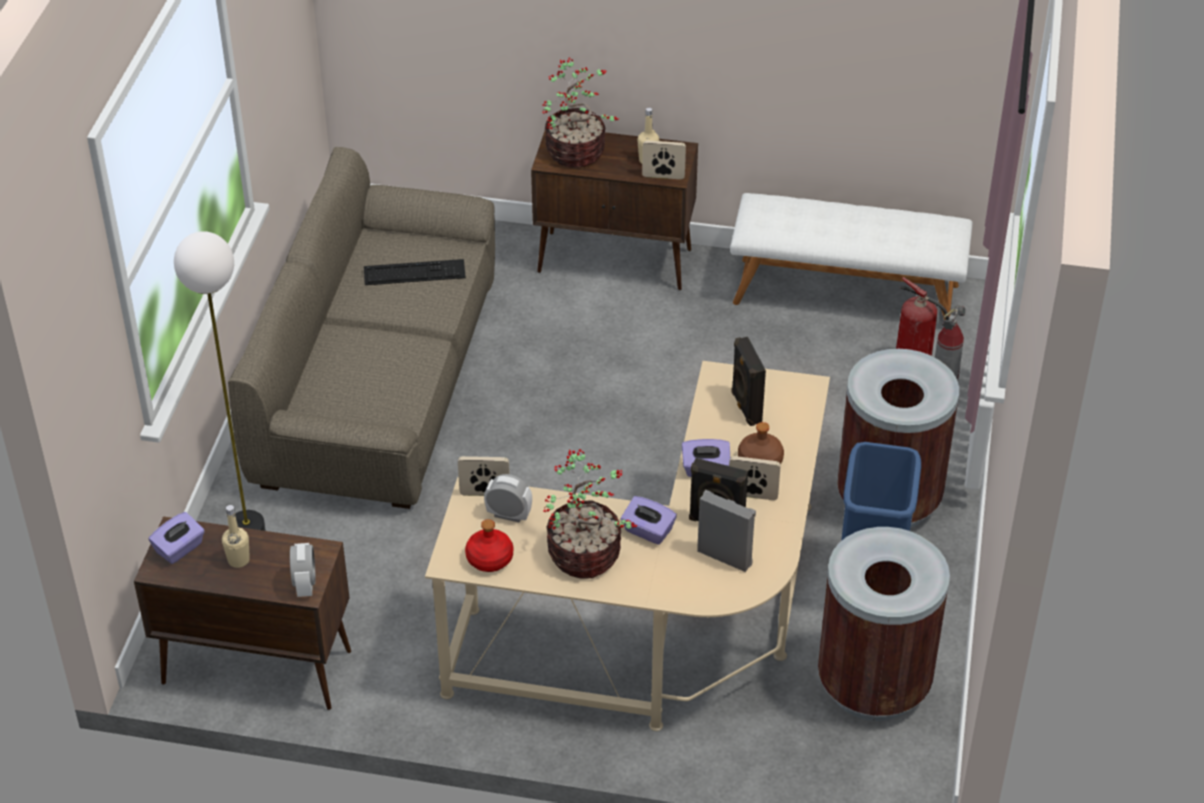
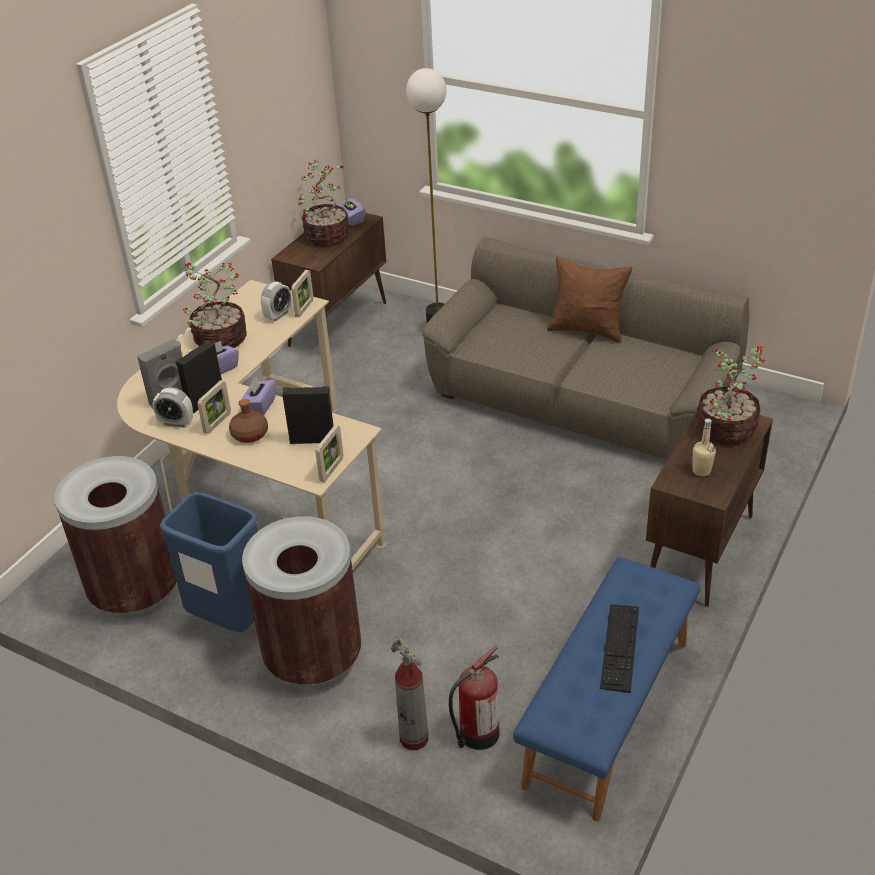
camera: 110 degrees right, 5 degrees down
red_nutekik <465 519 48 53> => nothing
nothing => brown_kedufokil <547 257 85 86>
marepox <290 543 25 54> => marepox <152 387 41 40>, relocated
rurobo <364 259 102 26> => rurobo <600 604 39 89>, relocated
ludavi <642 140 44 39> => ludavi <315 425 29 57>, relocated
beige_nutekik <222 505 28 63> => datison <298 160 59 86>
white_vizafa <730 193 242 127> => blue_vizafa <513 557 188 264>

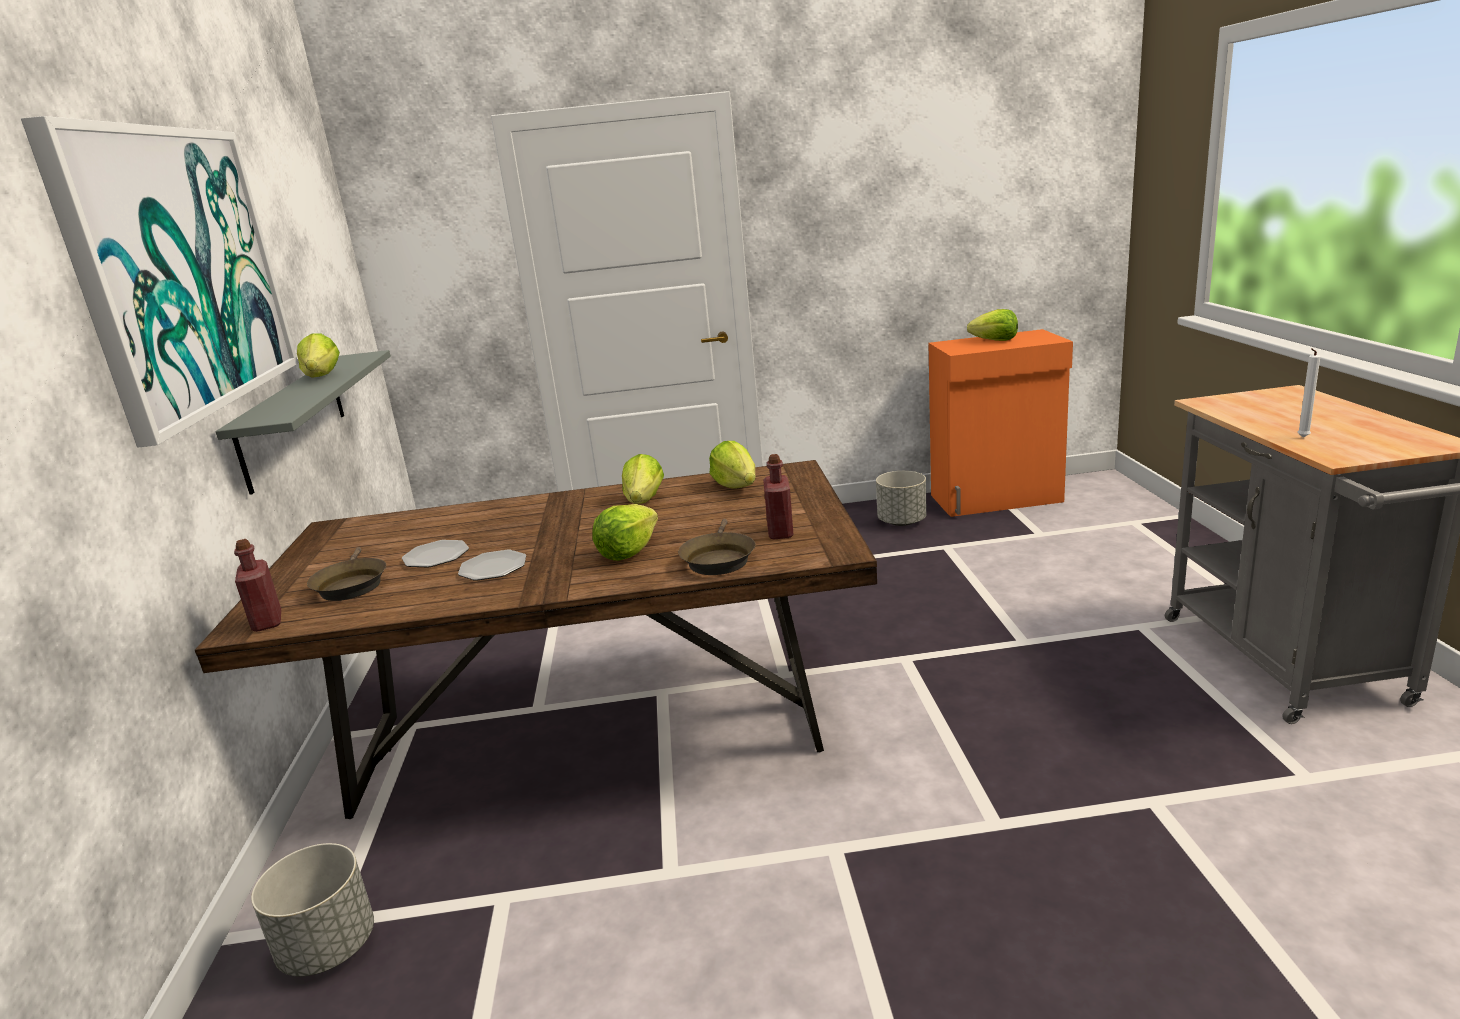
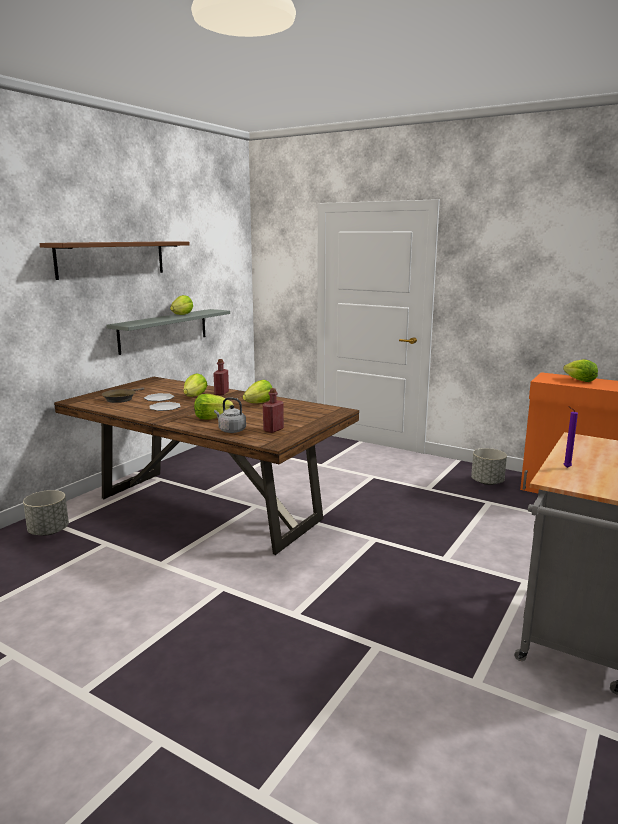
camera: 35 degrees right, 5 degrees down
red_nutekik <234 539 47 93> => red_nutekik <213 359 16 36>, relocated
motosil <709 441 47 48> => motosil <183 373 25 24>, relocated
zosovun <21 116 277 332> => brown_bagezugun <39 241 151 39>
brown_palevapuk <678 519 78 56> => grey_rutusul <214 397 32 36>
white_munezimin <1297 348 23 90> => purple_munezimin <564 406 14 62>

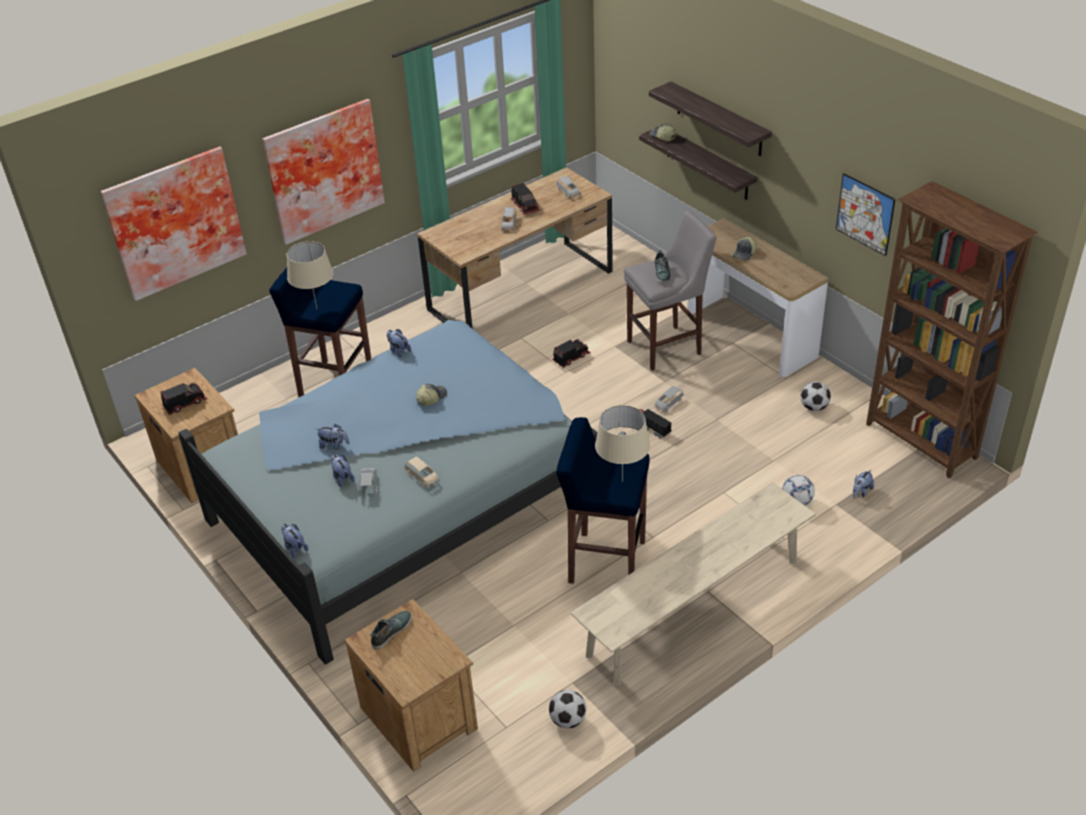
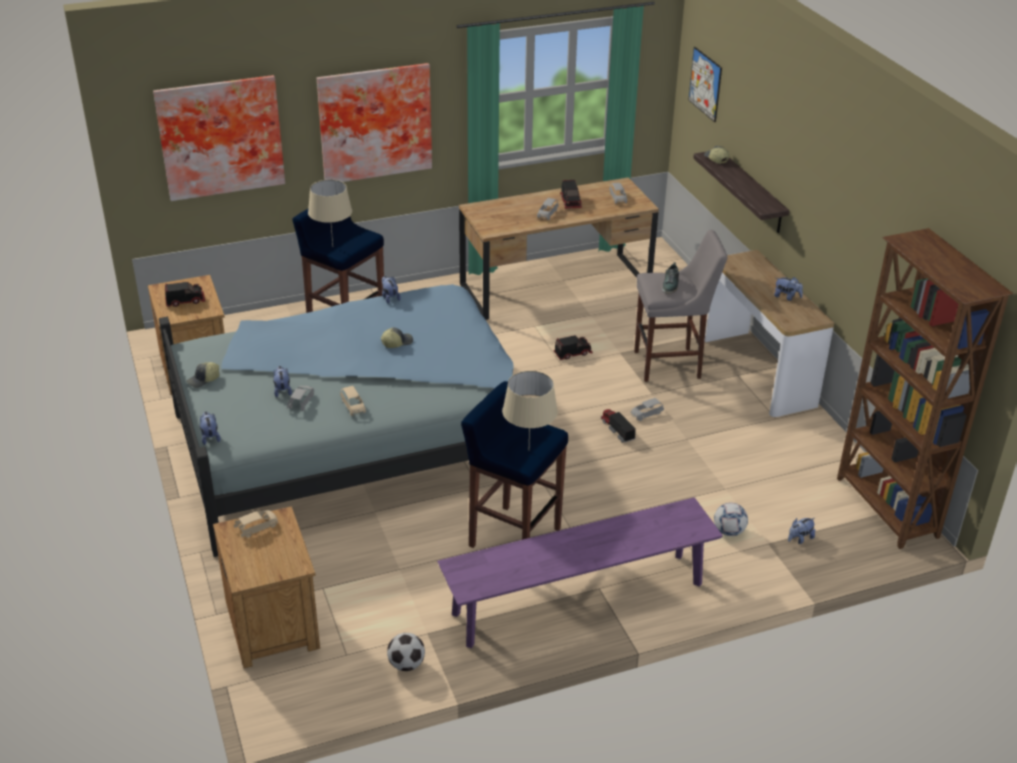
camera: 15 degrees right, 5 degrees down
bagezugun <649 81 123 75> => nothing
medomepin <801 381 30 30> => nothing
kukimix <317 424 33 26> => kukimix <774 277 29 24>, relocated
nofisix <732 237 24 24> => nofisix <187 362 32 26>, relocated
zosovun <836 173 60 83> => zosovun <688 47 34 75>, relocated
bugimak <370 611 42 38> => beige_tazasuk <234 510 44 28>
beige_vizafa <570 482 246 204> => purple_vizafa <437 497 286 151>

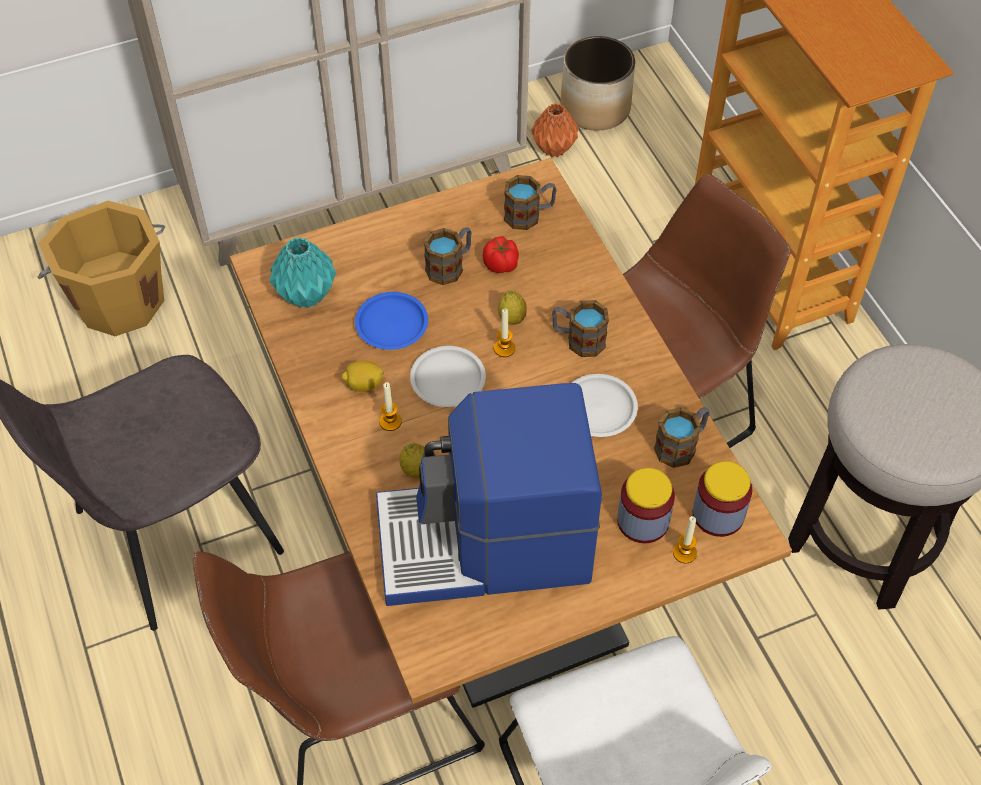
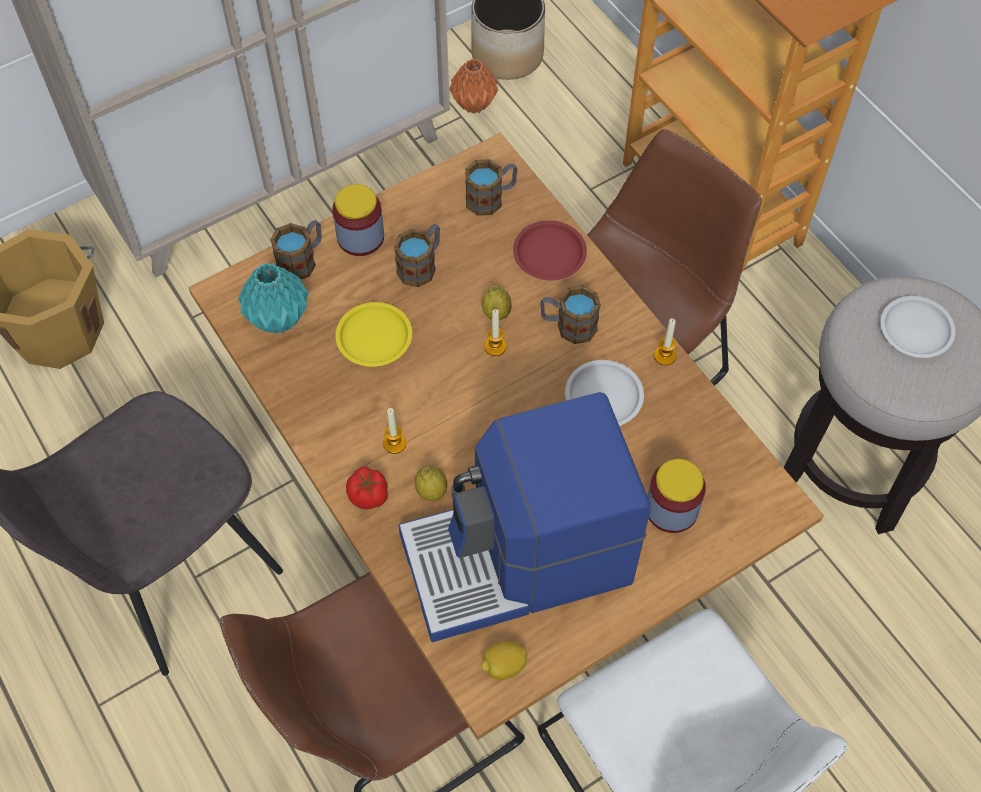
camera: 10 degrees left, 5 degrees up
nothing => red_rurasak <513 221 74 59>
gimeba <342 361 42 31> => gimeba <481 641 46 39>, relocated
white_rurasak <410 346 76 61> => white_rurasak <881 296 75 62>, relocated
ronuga <483 236 36 37> => ronuga <346 467 42 42>, relocated
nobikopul <654 407 56 61> => nobikopul <270 220 52 60>, relocated
munezimin <673 516 24 47> => munezimin <654 318 22 47>, relocated
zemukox <693 461 59 76> => zemukox <332 184 52 72>, relocated
blue_rurasak <355 292 73 58> => yellow_rurasak <335 302 77 65>

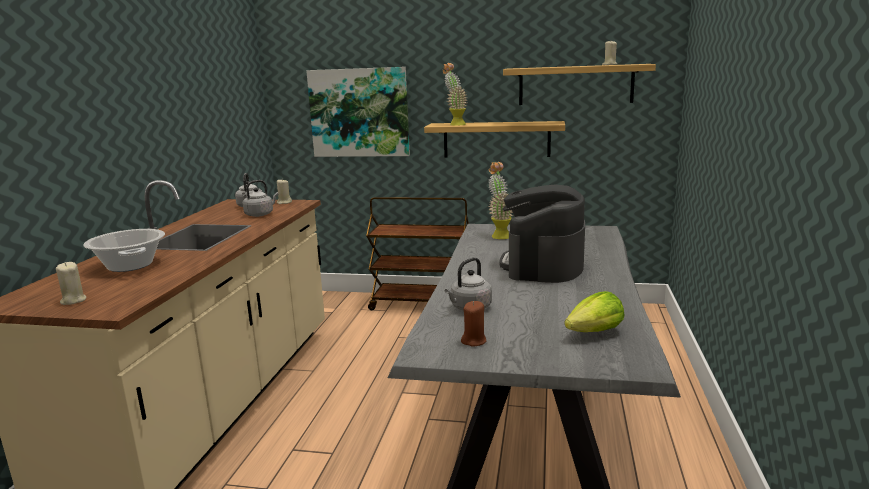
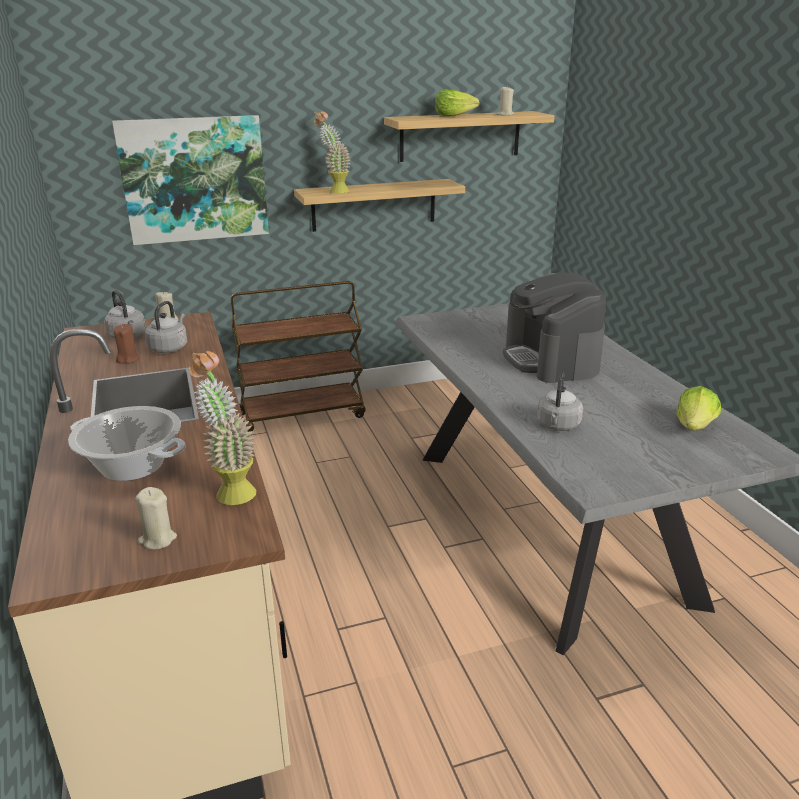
camera: 30 degrees left, 10 degrees up
nothing => motosil <435 89 45 27>
brown_munezimin <461 301 25 46> => brown_munezimin <114 324 26 40>, relocated
datison <488 162 25 77> => datison <189 351 67 154>, relocated

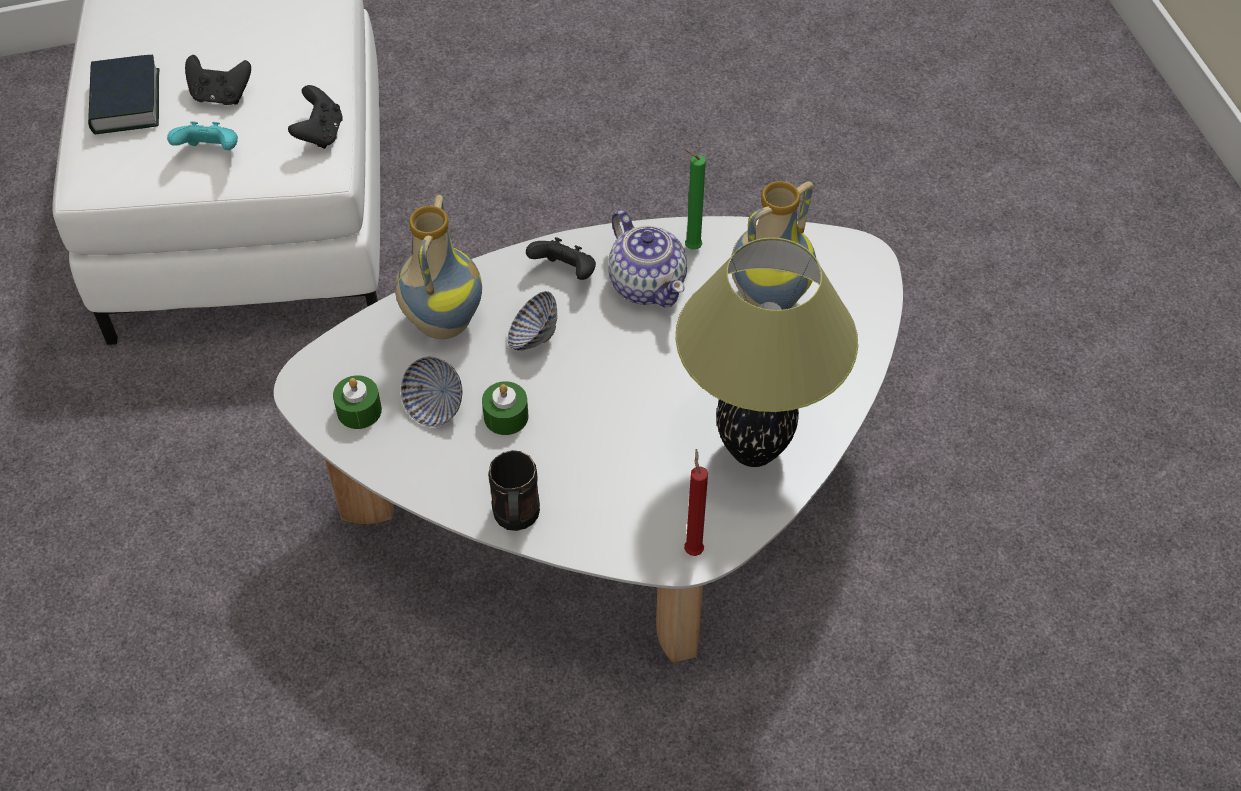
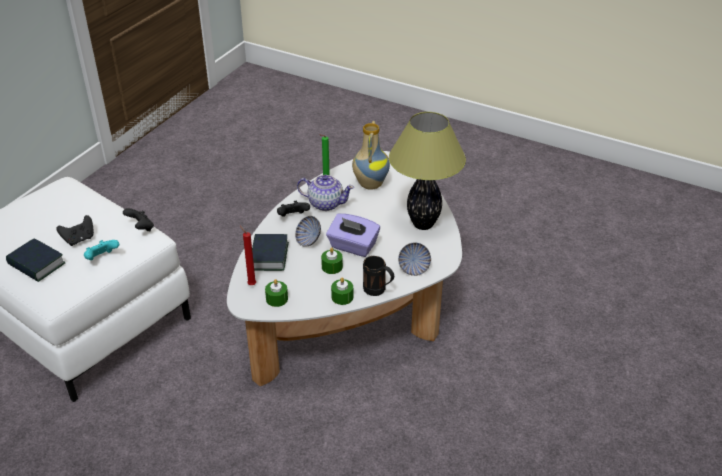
camera: 45 degrees left, 15 degrees down
nothing => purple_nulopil <326 213 54 44>
nothing => green_munezimin <331 277 22 28>
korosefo <401 357 61 70> => korosefo <398 243 33 33>, relocated
red_munezimin <684 449 24 107> => red_munezimin <240 226 16 59>, relocated
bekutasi <395 195 87 144> => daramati <252 234 37 37>

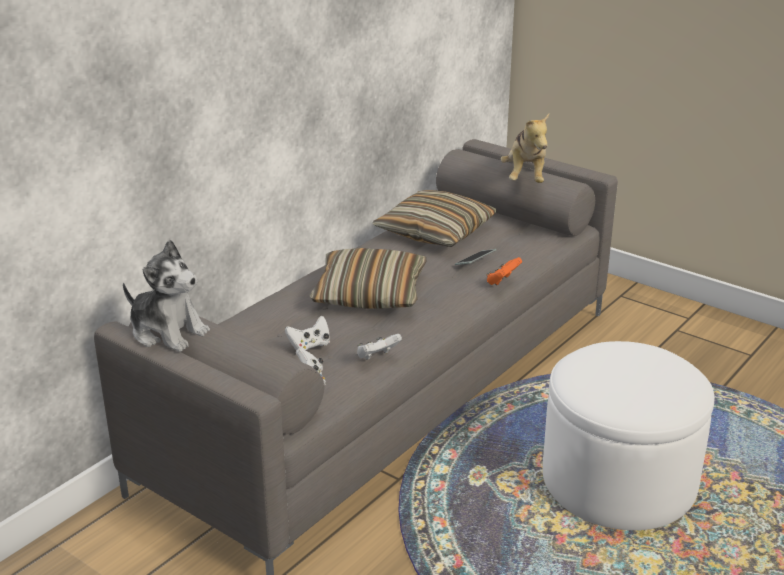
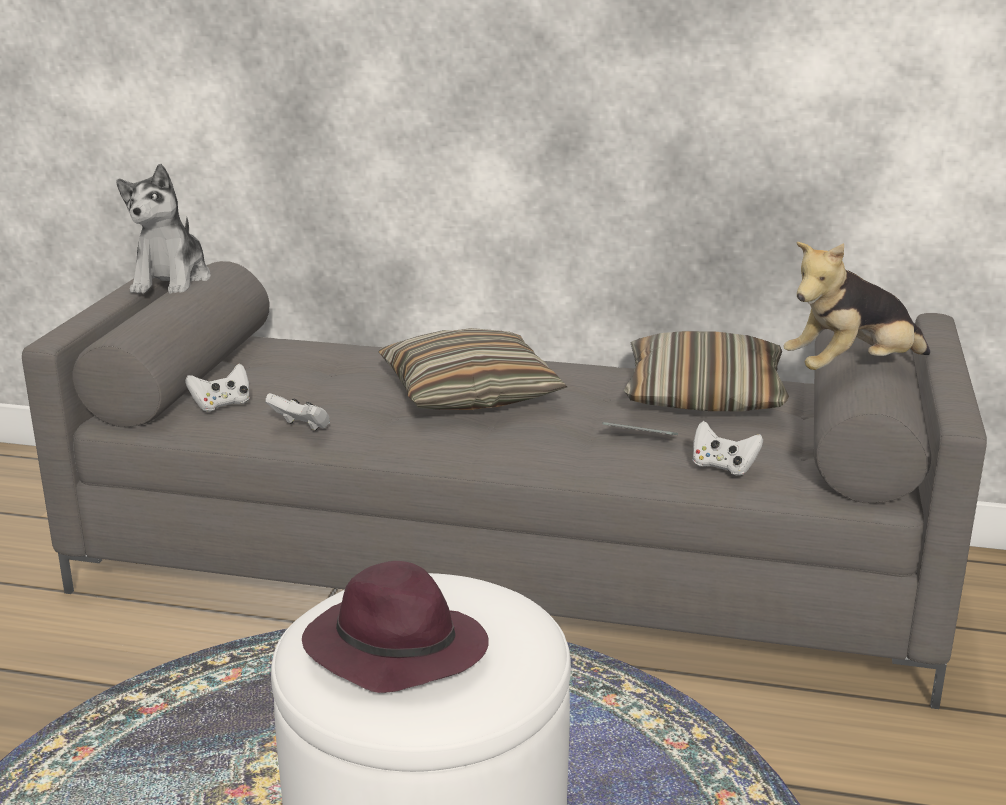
camera: 65 degrees right, 5 degrees down
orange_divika <487 257 35 28> => nothing
nothing => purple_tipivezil <302 561 187 132>
white_divika <285 315 45 36> => white_divika <693 421 70 55>, relocated

